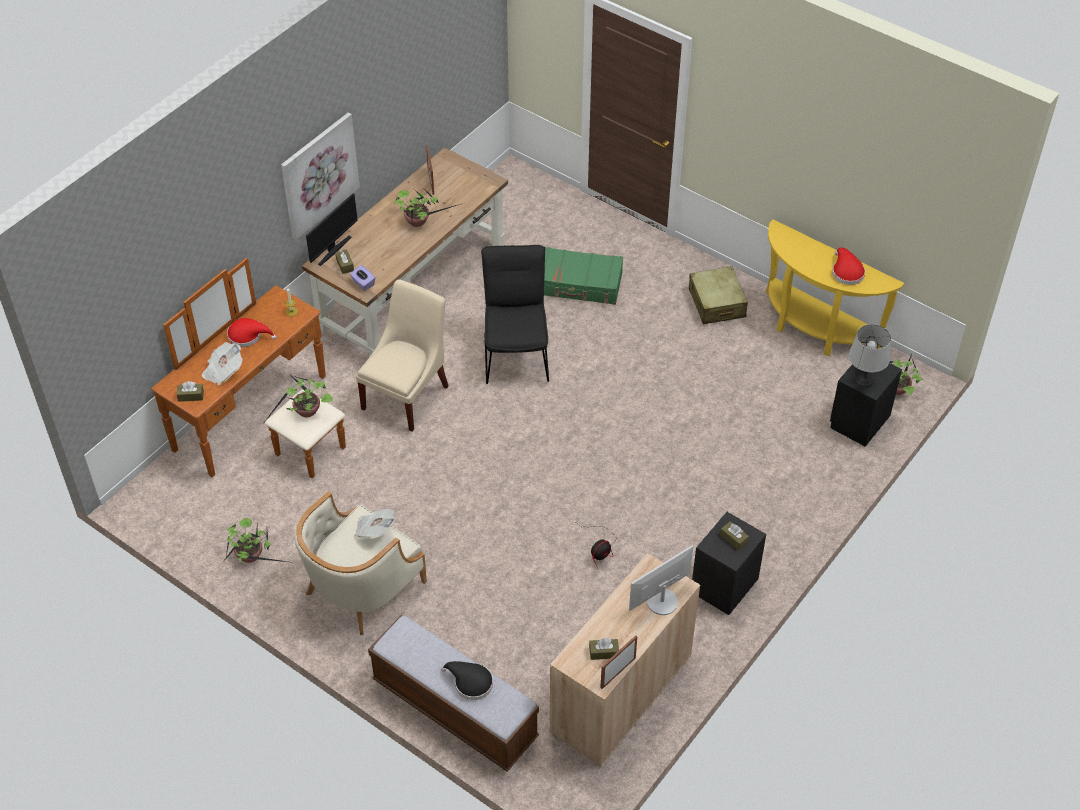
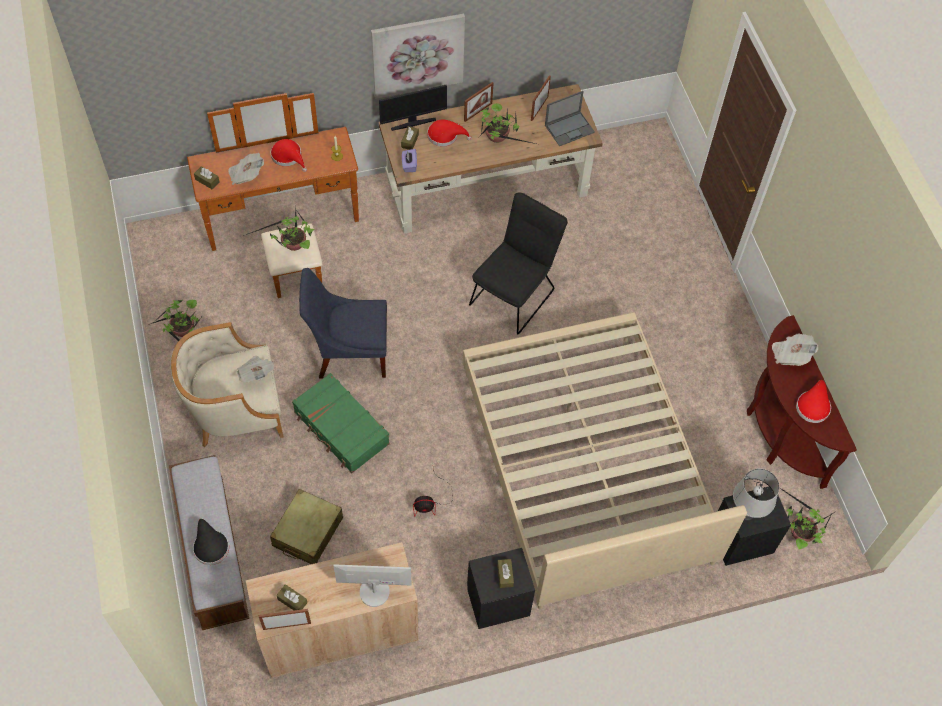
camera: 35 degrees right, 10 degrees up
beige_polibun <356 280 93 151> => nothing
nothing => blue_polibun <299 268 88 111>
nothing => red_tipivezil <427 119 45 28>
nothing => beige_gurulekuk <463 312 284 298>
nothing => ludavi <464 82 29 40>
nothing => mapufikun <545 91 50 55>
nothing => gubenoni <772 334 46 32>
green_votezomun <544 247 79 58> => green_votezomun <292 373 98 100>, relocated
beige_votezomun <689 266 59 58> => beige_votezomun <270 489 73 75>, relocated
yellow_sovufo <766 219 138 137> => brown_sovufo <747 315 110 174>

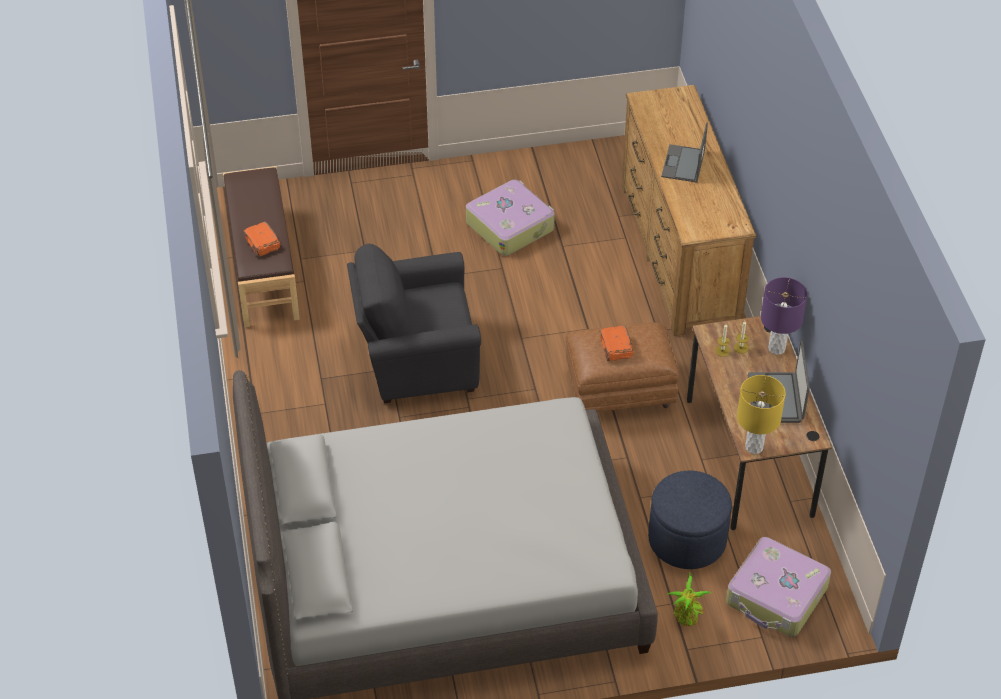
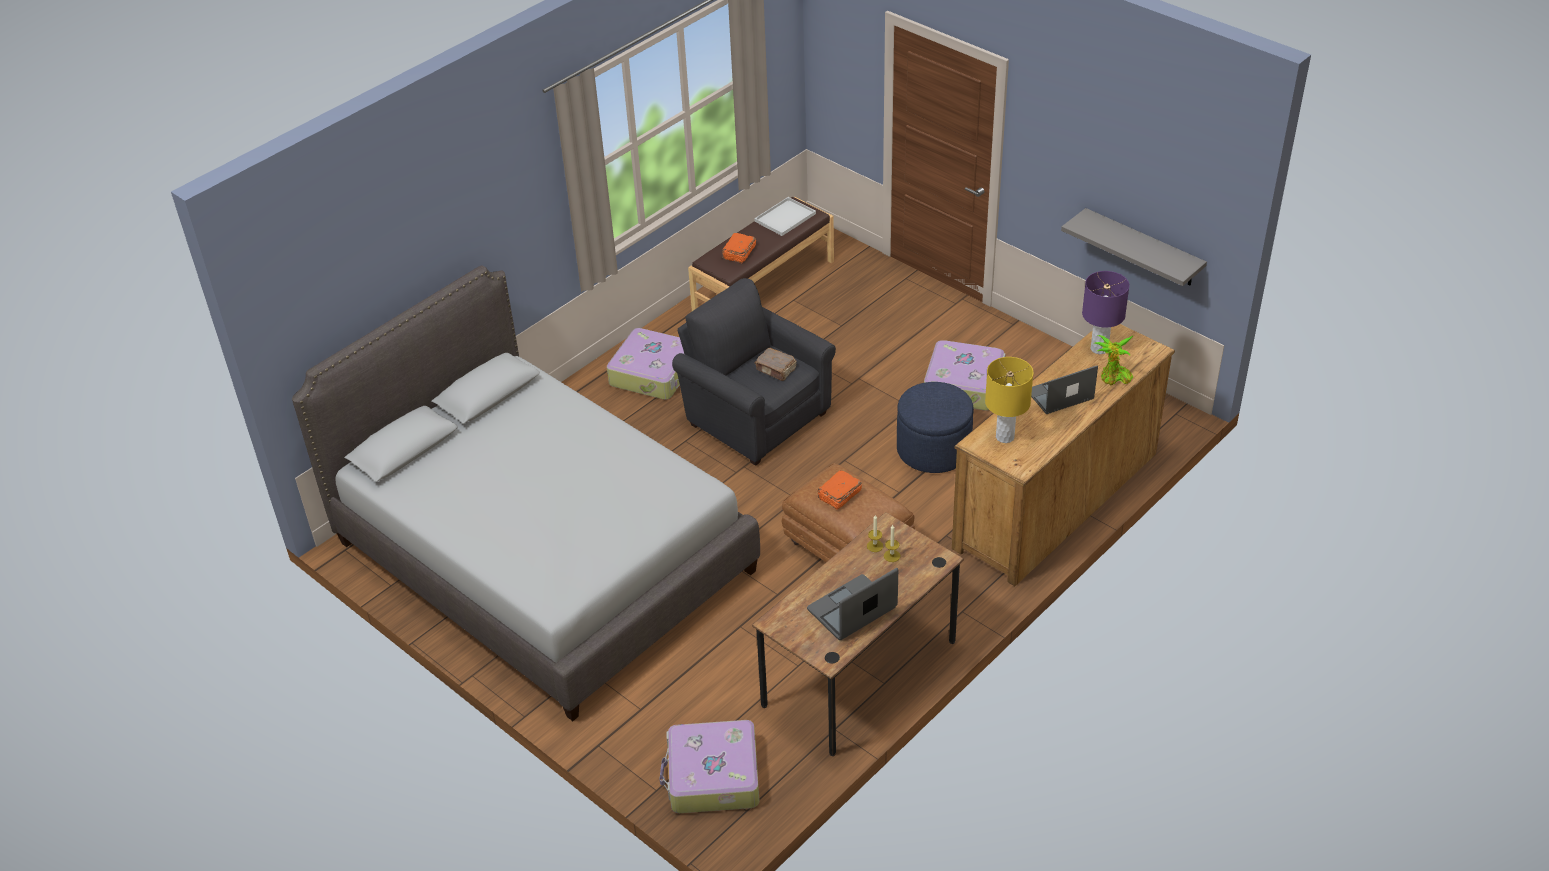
camera: 55 degrees right, 5 degrees down
nothing => votezomun <607 328 77 72>
nothing => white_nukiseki <754 197 62 39>
nothing => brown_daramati <755 348 42 33>
nothing => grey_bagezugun <1061 208 146 78>
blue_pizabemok <648 471 84 98> => blue_pizabemok <897 382 77 91>, relocated
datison <666 573 46 53> => datison <1093 335 41 50>, relocated
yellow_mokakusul <737 375 49 79> => yellow_mokakusul <985 357 49 86>, relocated
purple_mokakusul <761 277 46 78> => purple_mokakusul <1082 271 48 83>, relocated

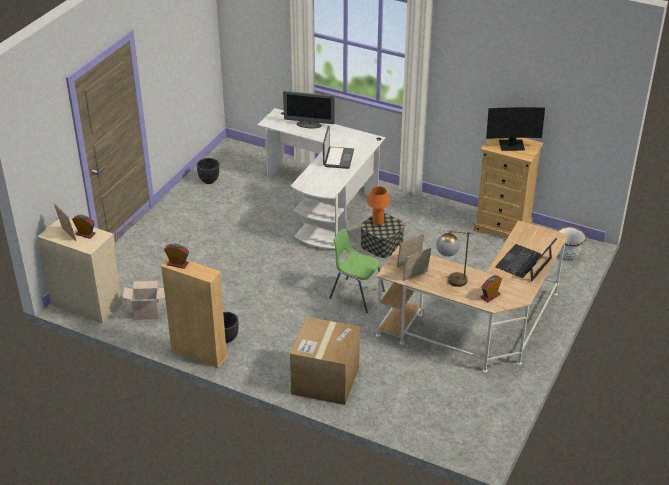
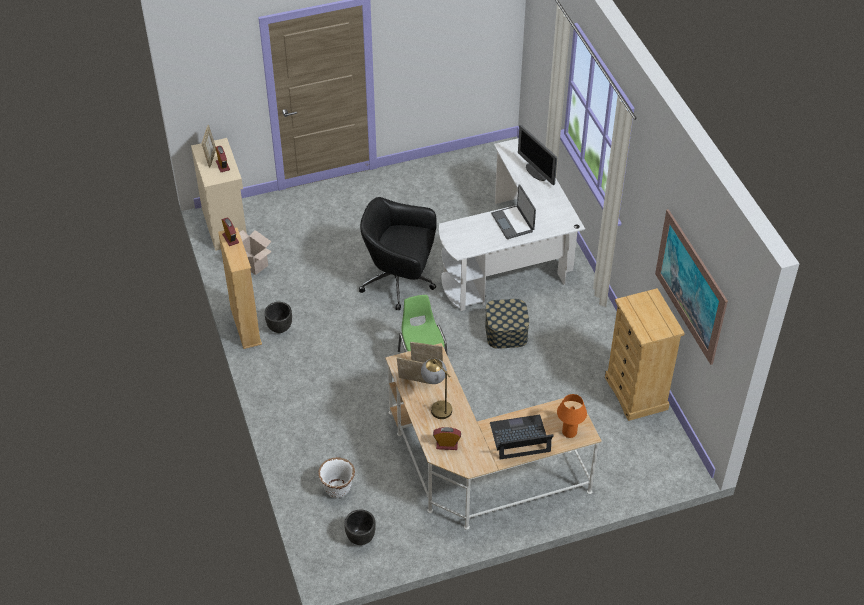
camera: 45 degrees right, 10 degrees up
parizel <290 317 70 88> => nothing
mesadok <486 107 59 44> => nothing
nothing => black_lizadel <359 197 78 114>
nothing => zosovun <655 209 73 156>
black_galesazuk <197 158 22 26> => black_galesazuk <344 510 32 35>, relocated
orange_mokakusul <367 187 23 38> => orange_mokakusul <557 394 30 44>, relocated
white_galesazuk <558 227 28 33> => white_galesazuk <318 457 37 41>, relocated
mapufikun <323 125 31 44> => mapufikun <491 184 45 55>, 105 degrees clockwise

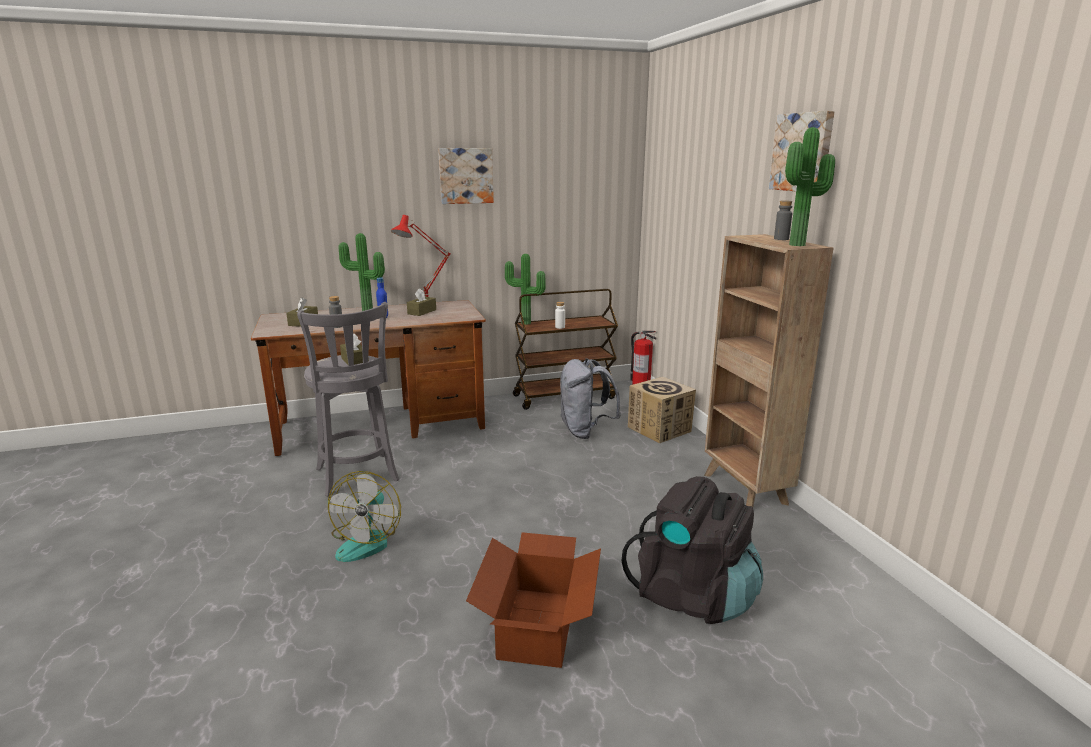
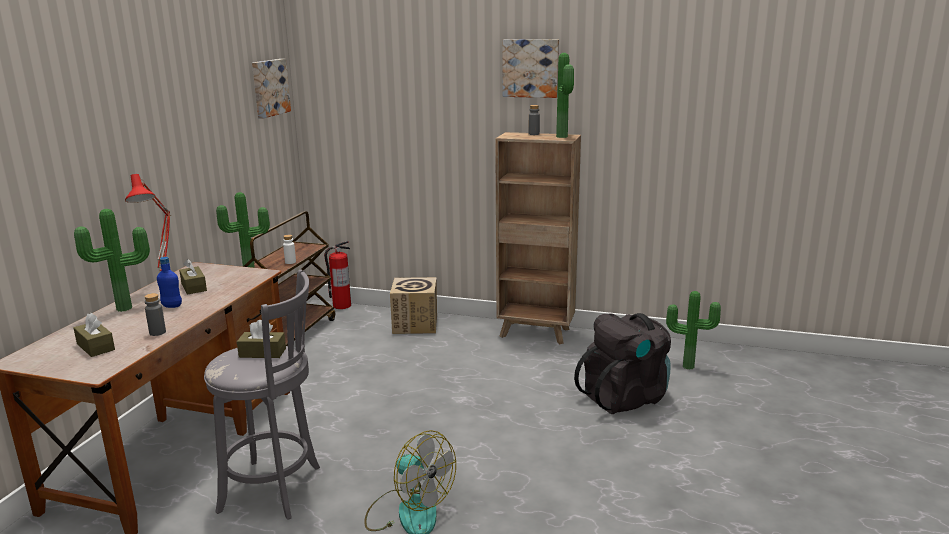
camera: 55 degrees left, 0 degrees up
parizel <466 532 135 136> => nothing
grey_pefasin <560 359 61 80> => nothing
nothing => datison <666 291 55 79>
zosovun <438 148 56 56> => zosovun <252 59 39 60>, relocated

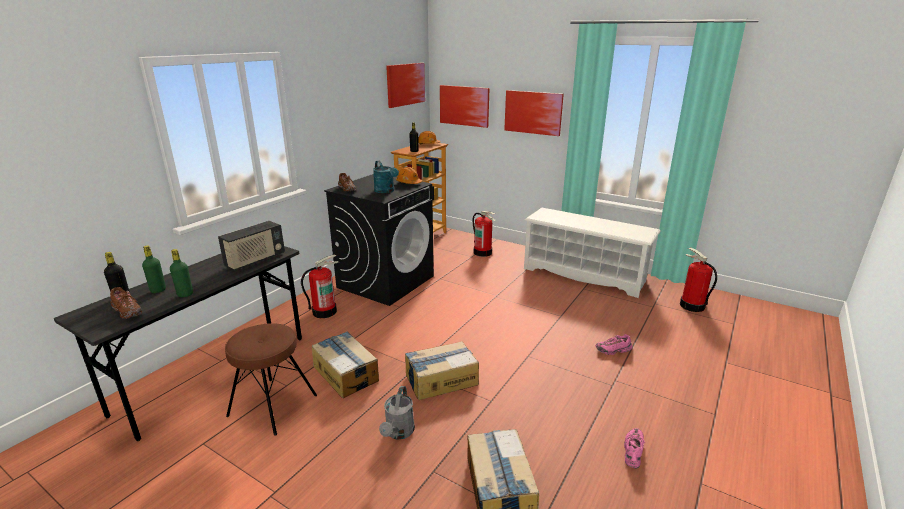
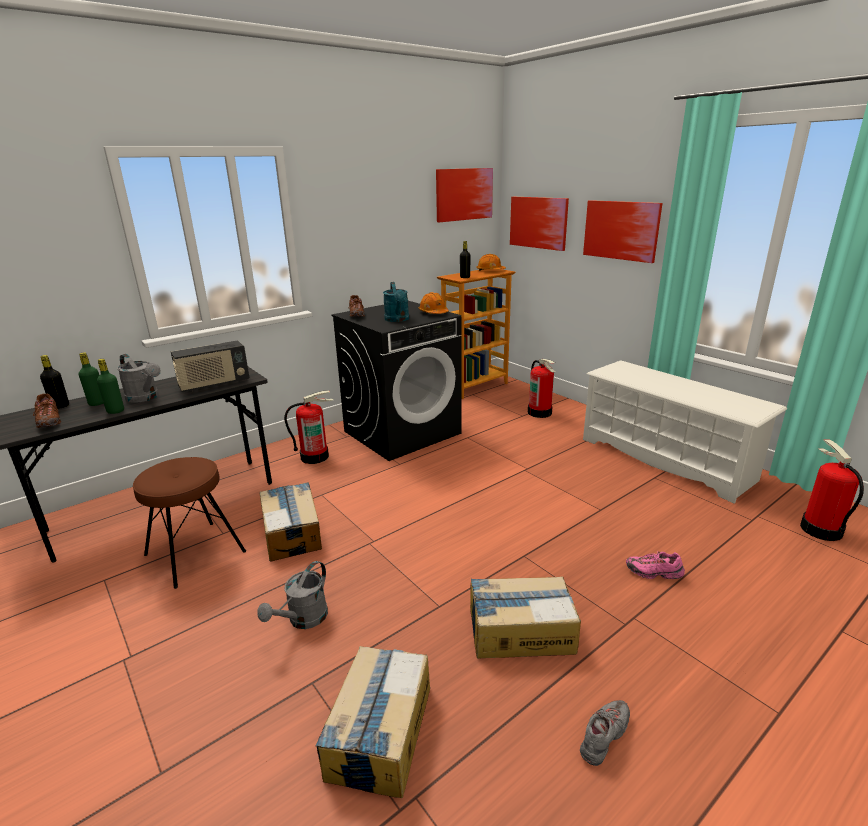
camera: 20 degrees right, 0 degrees up
nothing => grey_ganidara <117 354 44 49>
parizel <405 341 74 59> => parizel <470 576 111 83>, relocated
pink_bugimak <624 428 21 40> => grey_bugimak <580 700 50 66>

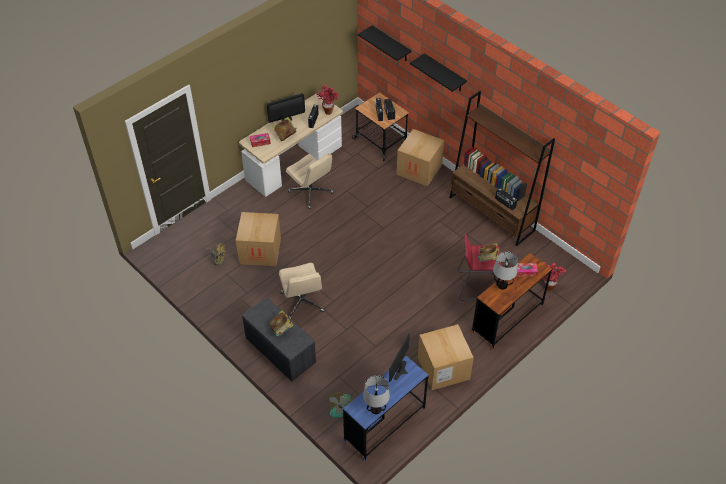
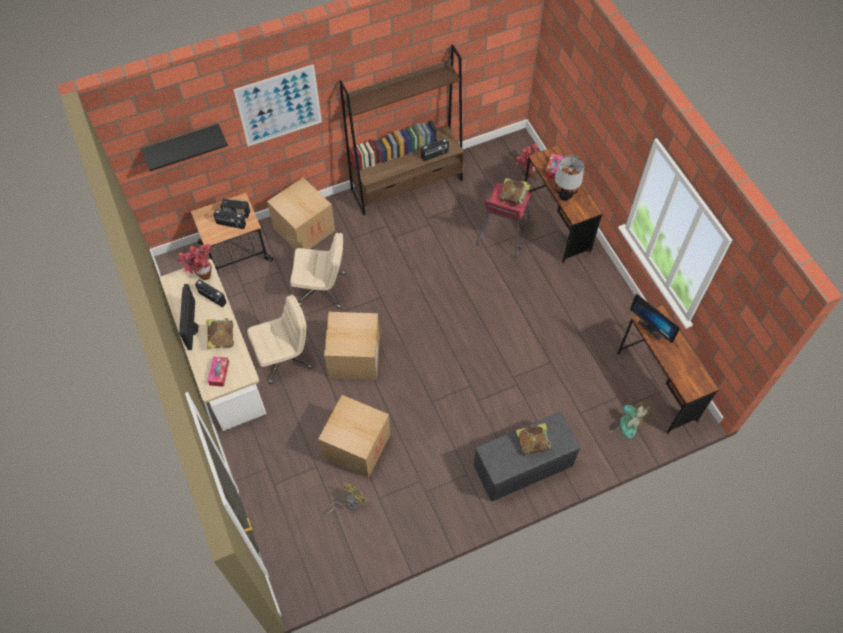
camera: 70 degrees left, 10 degrees up
mokakusul <363 375 27 39> => nothing
beige_lizadel <279 263 46 56> => beige_lizadel <290 233 55 76>, relocated
parizel <418 324 56 66> => parizel <324 312 56 68>, relocated
black_bagezugun <410 53 57 39> => zosovun <233 64 89 82>
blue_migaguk <343 356 86 105> => brown_migaguk <617 305 102 130>

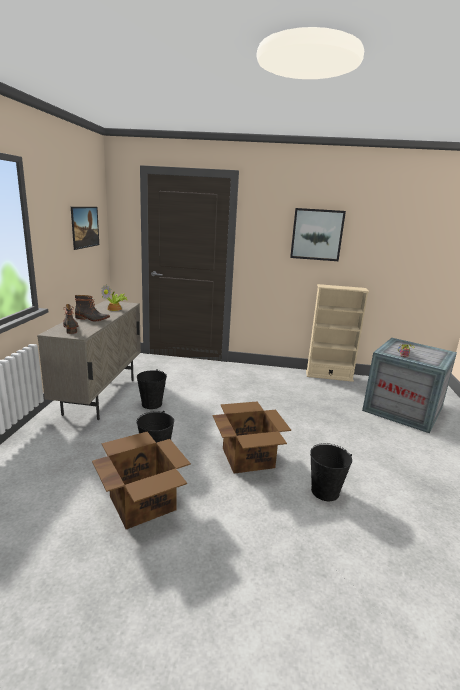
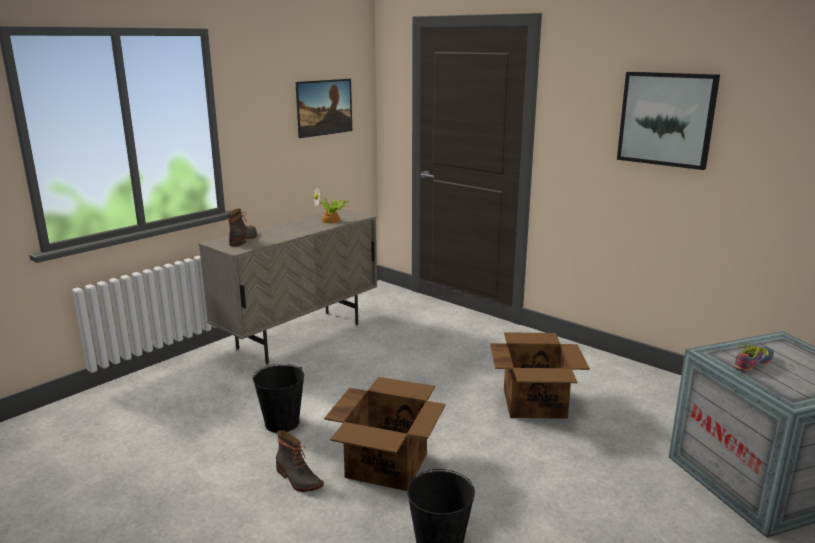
camera: 35 degrees right, 0 degrees up
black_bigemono <137 369 30 40> => nothing
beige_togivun <306 284 63 98> => nothing
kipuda <75 295 35 26> => kipuda <276 430 48 62>, relocated
parizel <92 432 99 97> => parizel <490 332 100 87>, relocated

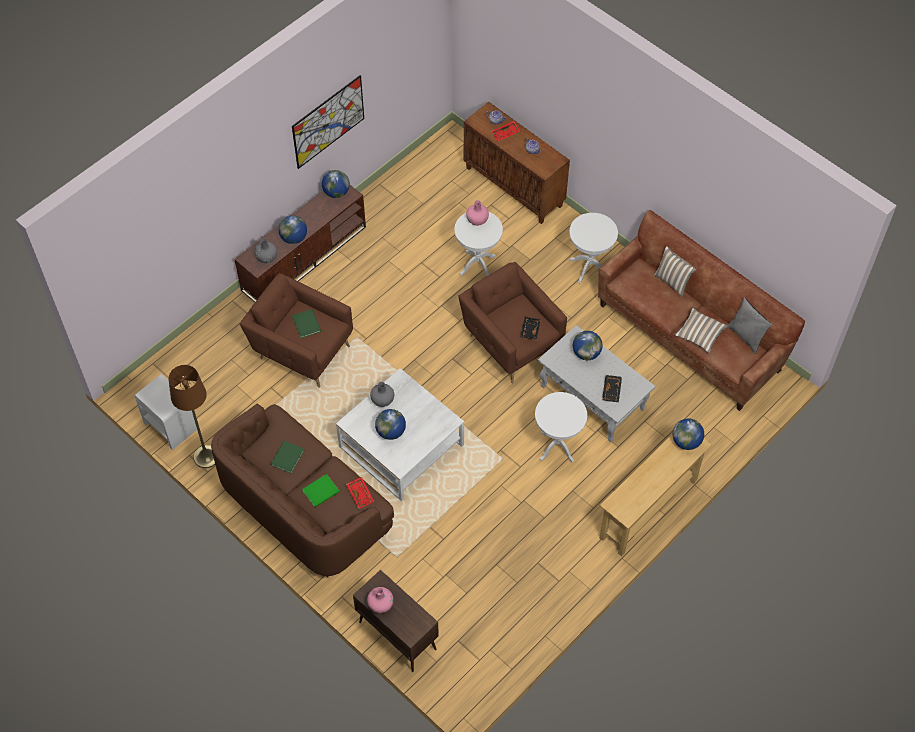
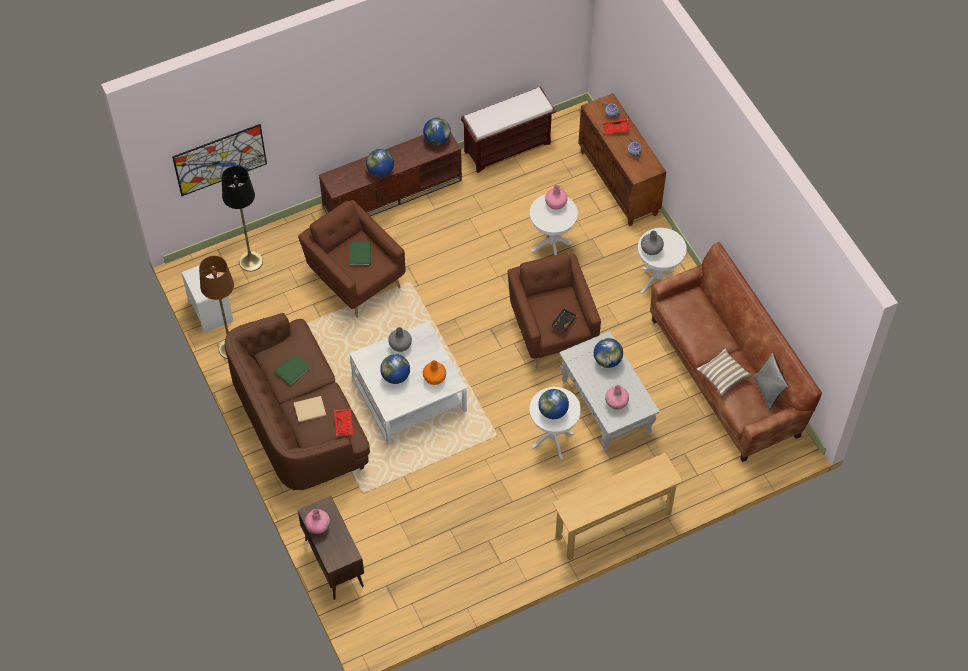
camera: 20 degrees right, 0 degrees up
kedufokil <654 246 43 52> => nothing
nothing => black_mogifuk <222 166 41 106>
nothing => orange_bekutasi <423 360 23 25>
nothing => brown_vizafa <461 87 95 86>
grey_bekutasi <254 238 23 25> => grey_bekutasi <641 231 23 24>, relocated
zosovun <292 75 72 94> => zosovun <172 124 95 72>, relocated
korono <673 419 31 31> => korono <538 389 31 30>, relocated
black_nukiseki <602 375 20 27> => pink_bekutasi <605 385 24 25>
green_daramati <302 474 38 33> => beige_daramati <294 396 32 26>

